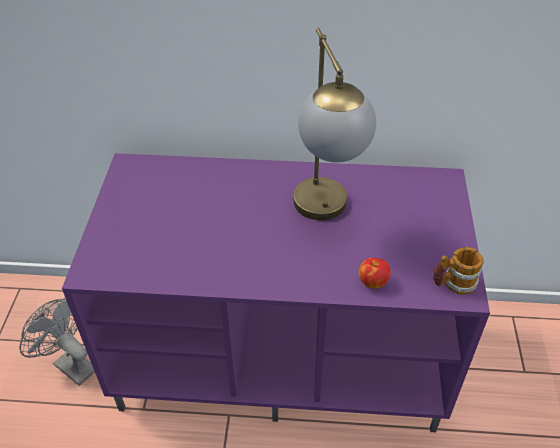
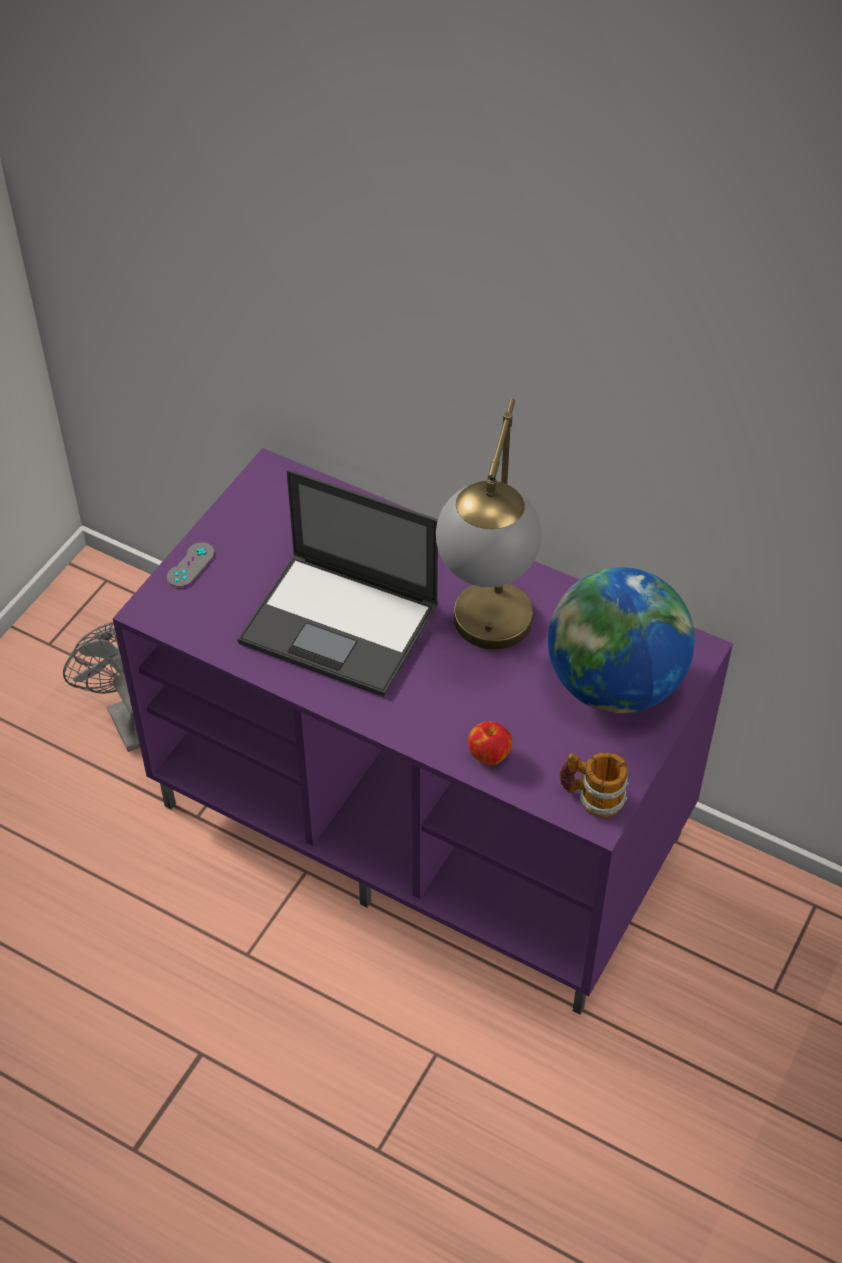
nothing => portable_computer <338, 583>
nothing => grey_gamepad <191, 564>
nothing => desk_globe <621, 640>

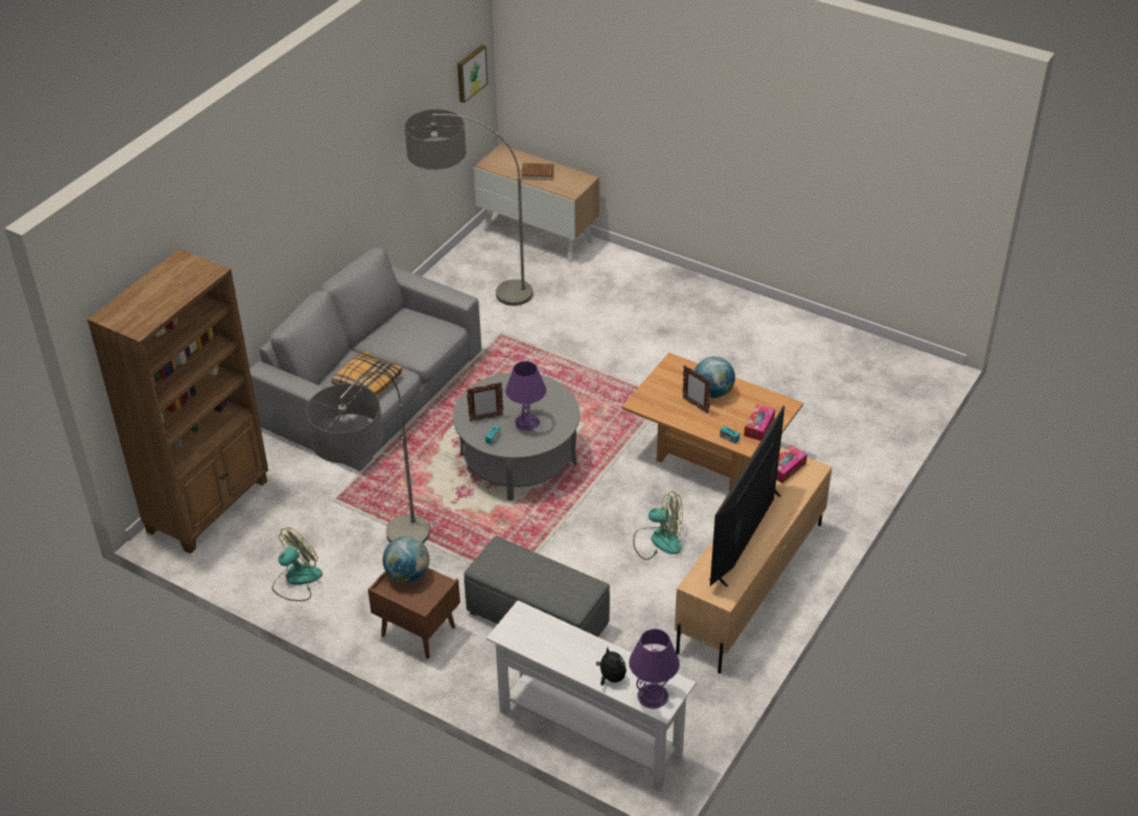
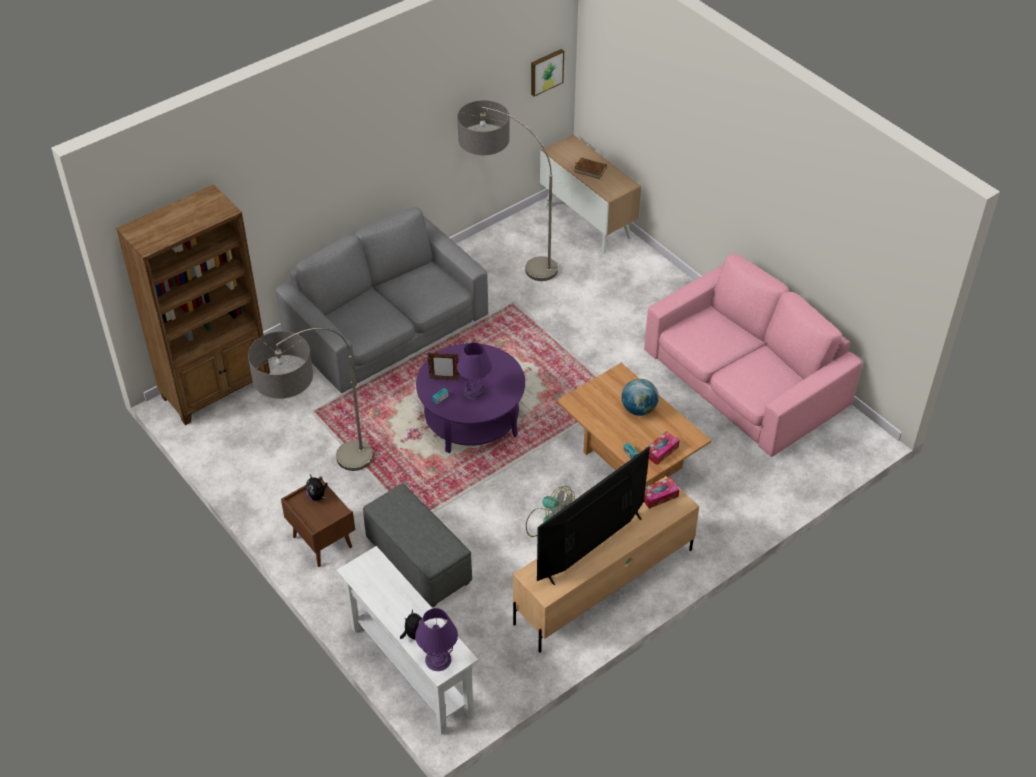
pillow <366, 373> => nothing
photo_frame <696, 389> => nothing
grey_low_table <516, 436> => purplish_low_table <470, 398>
cooling_fan <297, 564> => nothing
desk_globe <406, 559> => cuddly_toy <316, 487>
nothing => pinkish_sofa <753, 355>

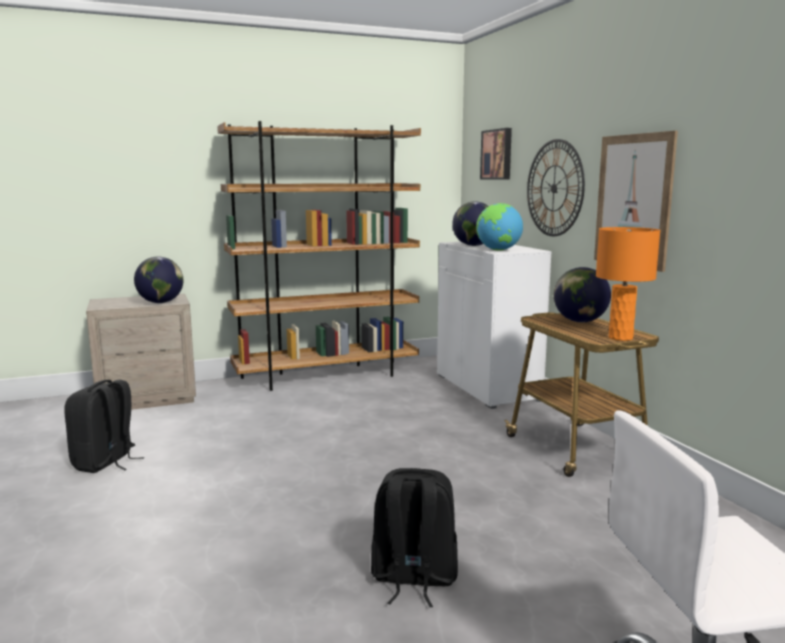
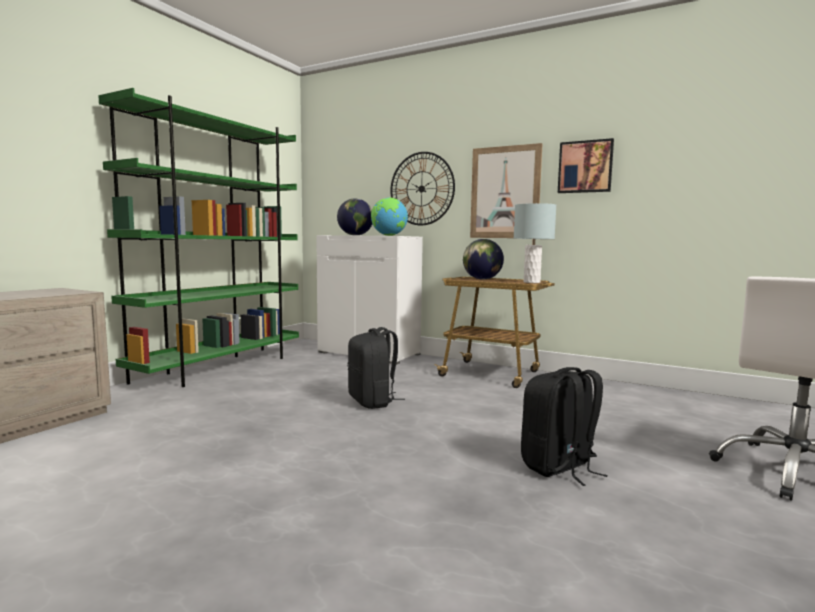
brownish_bookcase <319, 256> => greenish_bookcase <198, 237>
wall_art <496, 154> => wall_art <586, 165>, moved
orange_table_lamp <628, 284> => grey_table_lamp <535, 243>
desk_globe <158, 280> => nothing
black-coloured_backpack <104, 426> => black-coloured_backpack <376, 368>, moved

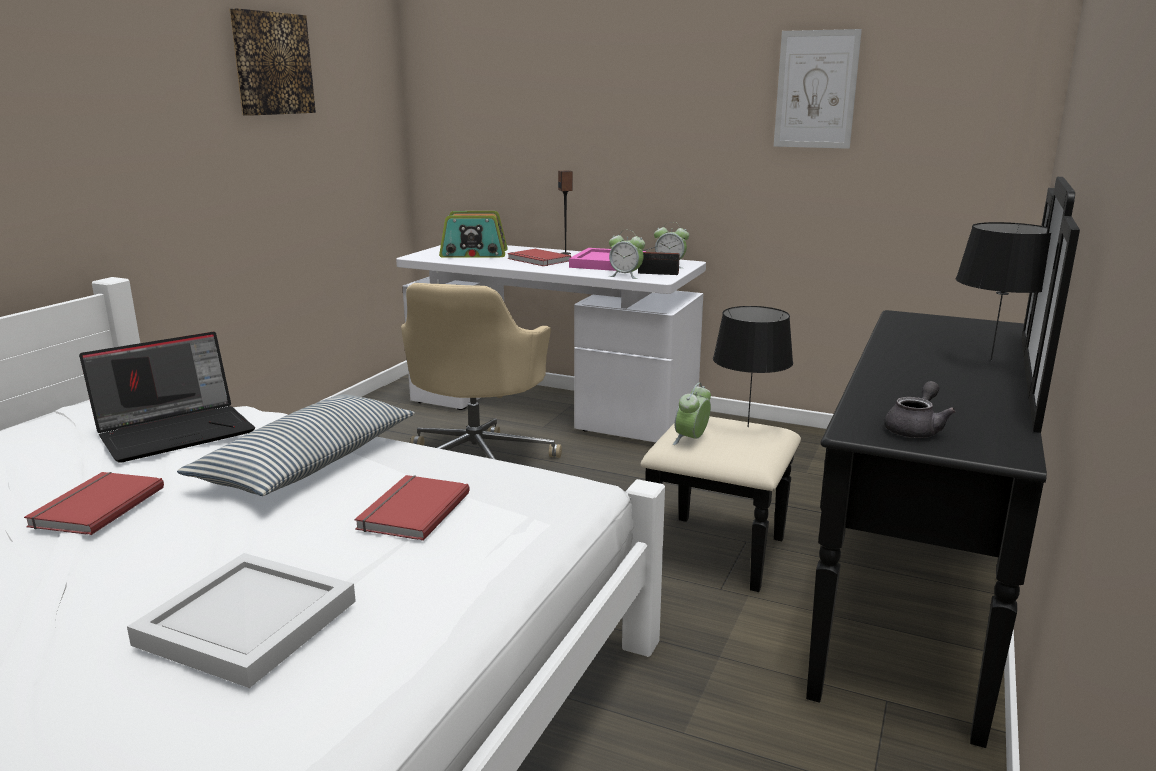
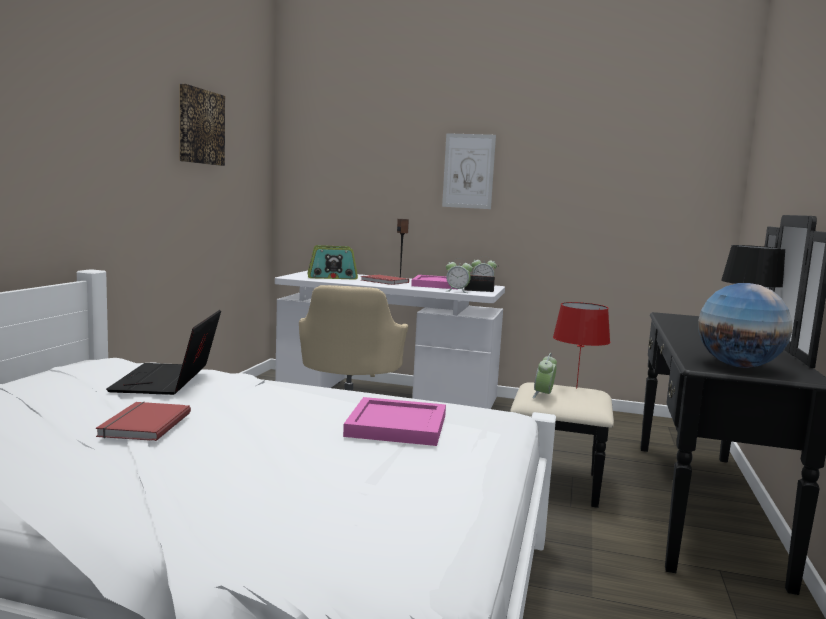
wall_art <818, 89> => wall_art <469, 171>, moved
black-coloured_table_lamp <753, 366> => red_table_lamp <581, 345>
portable_computer <167, 397> => portable_computer <163, 352>, 135 degrees clockwise
grey_pot_for_tea <920, 409> => desk_globe <745, 325>
pillow <296, 445> => nothing
red_book <412, 508> => pinkish_tray <394, 421>
white-coloured_tray <241, 620> => nothing

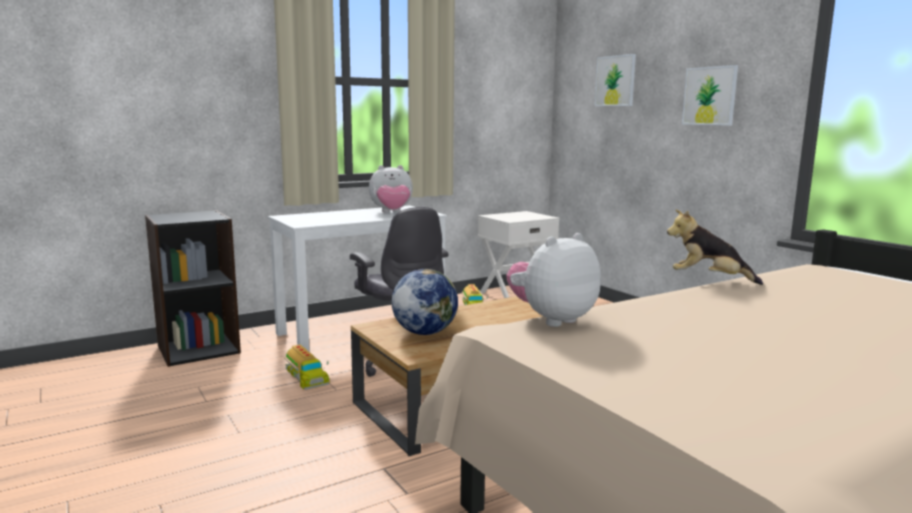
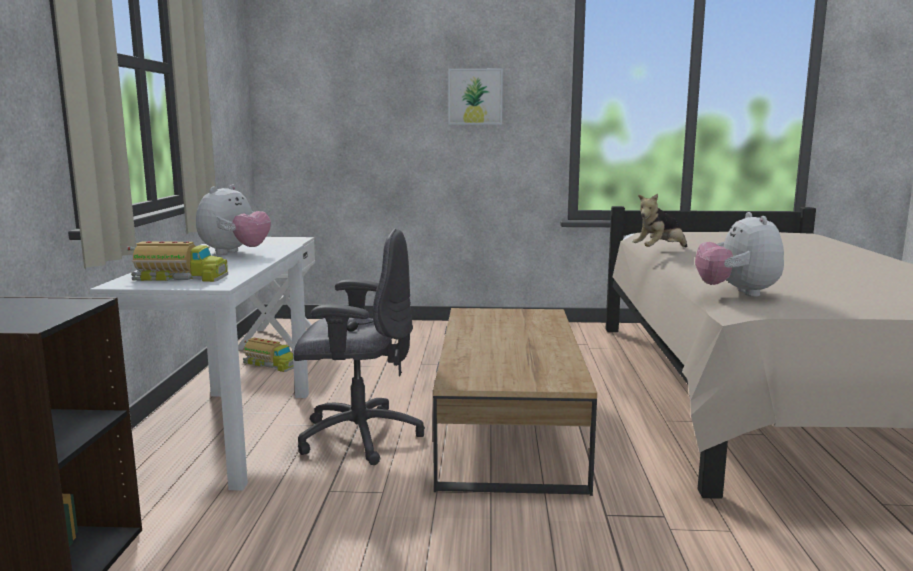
wall_art <615, 80> => nothing
desk_globe <425, 302> => nothing
toy_truck <306, 367> => toy_truck <177, 261>, moved

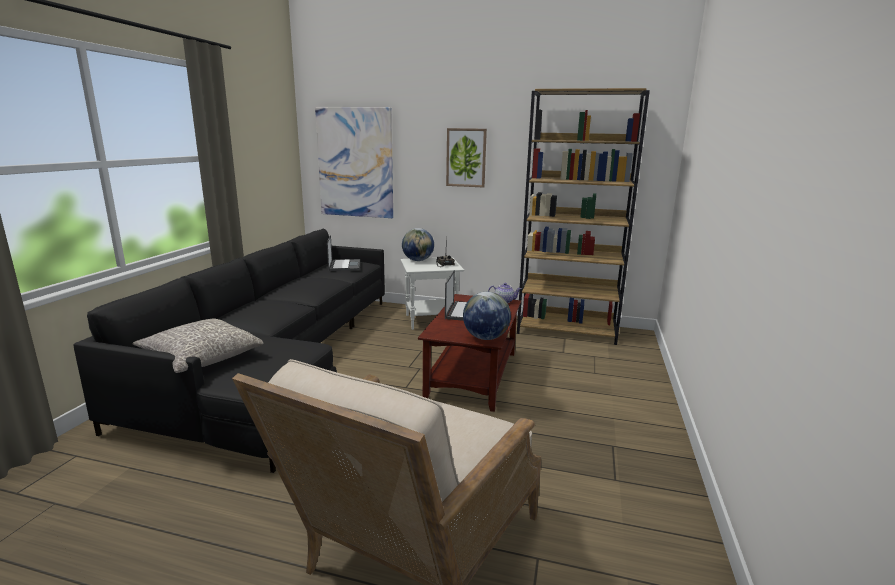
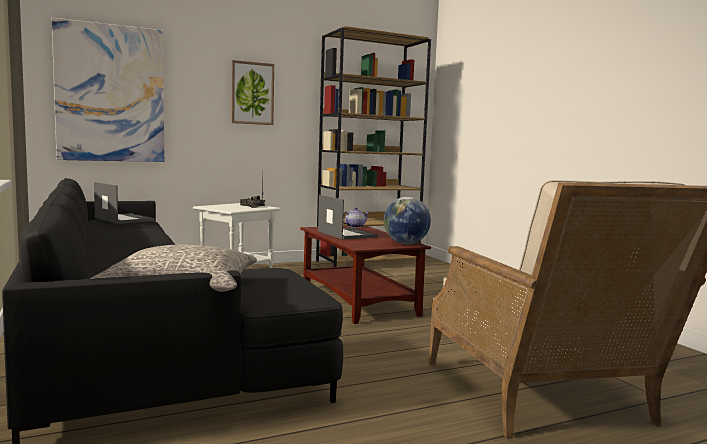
desk_globe <418, 244> => nothing

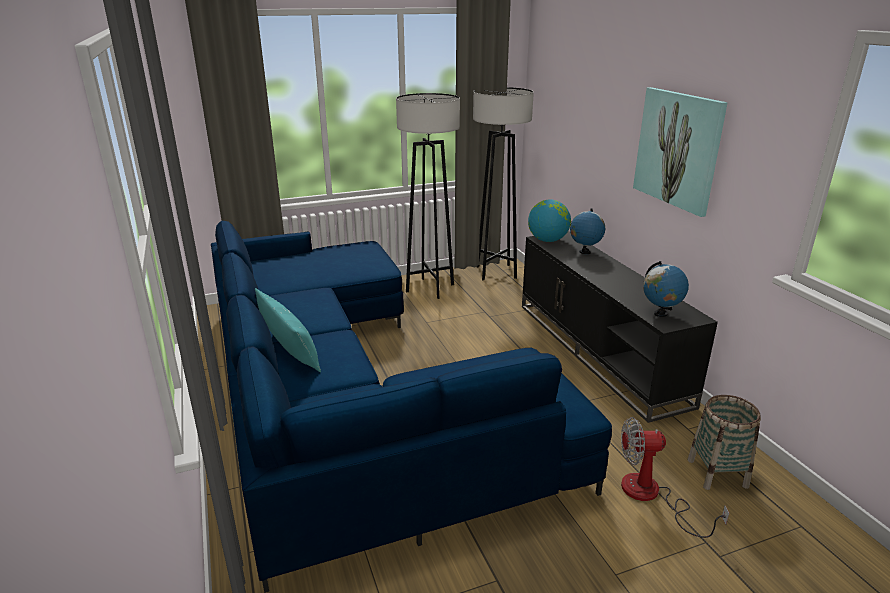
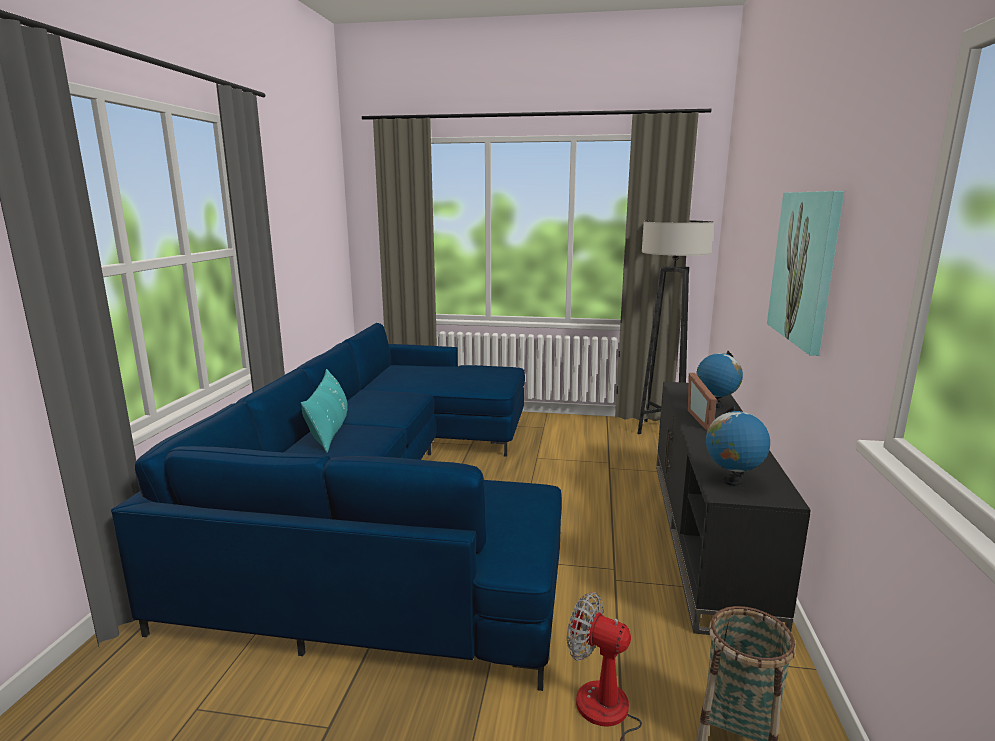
grey_standard_lamp <428, 196> => nothing
desk_globe <549, 220> => nothing
nothing => photo_frame <702, 401>

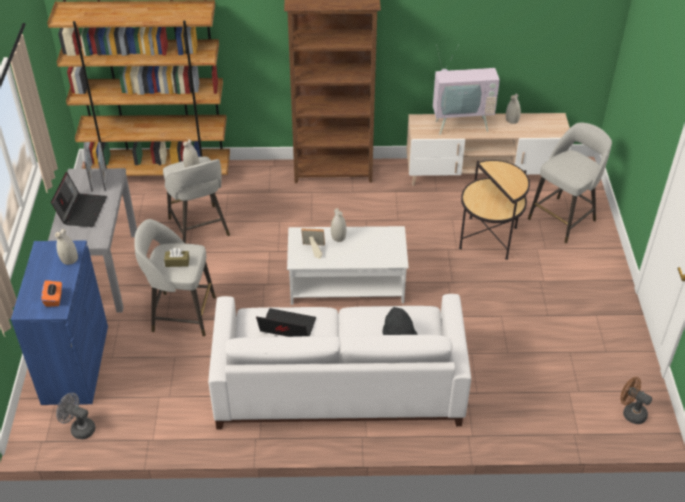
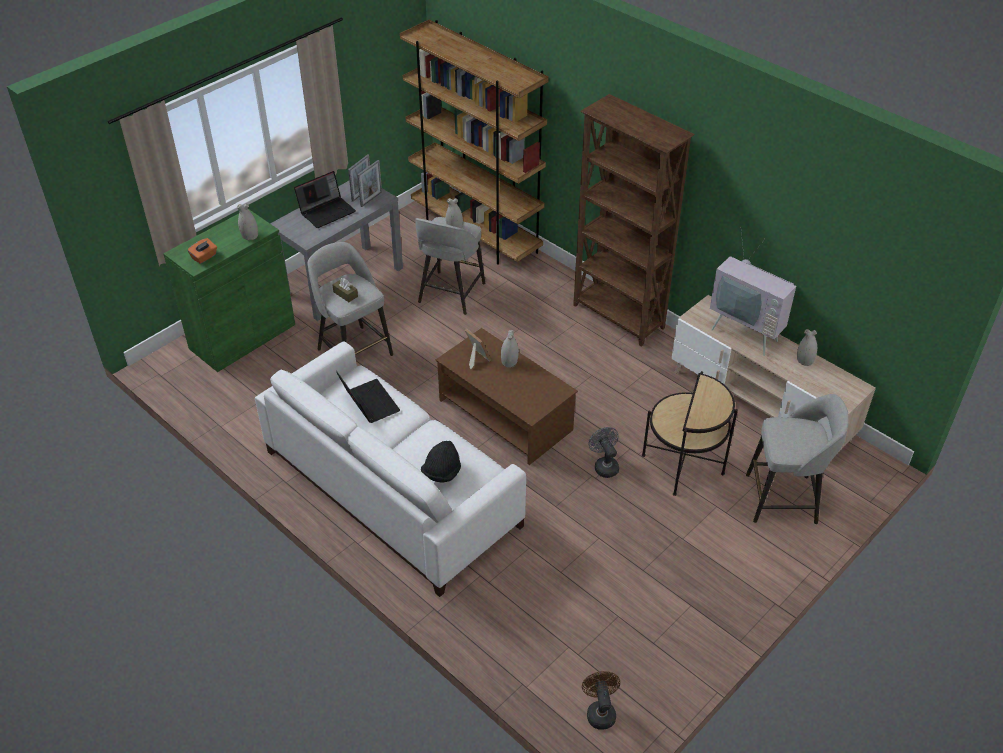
white-coloured_low_table <348, 265> => brownish_low_table <507, 396>
blue-coloured_cabinet <59, 323> => greenish_cabinet <229, 290>
grey_cooling_fan <76, 416> => grey_cooling_fan <604, 452>, moved

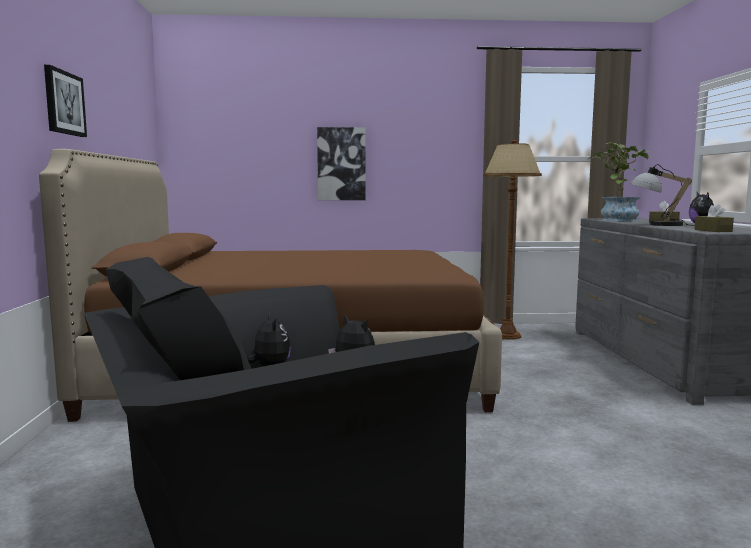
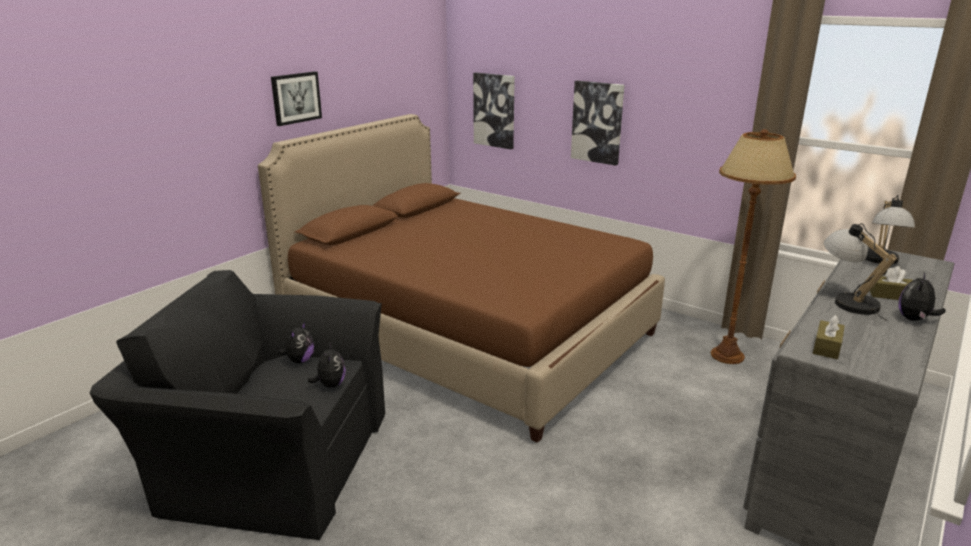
potted_plant <619, 182> => table_lamp <890, 229>
nothing => wall_art <494, 111>

